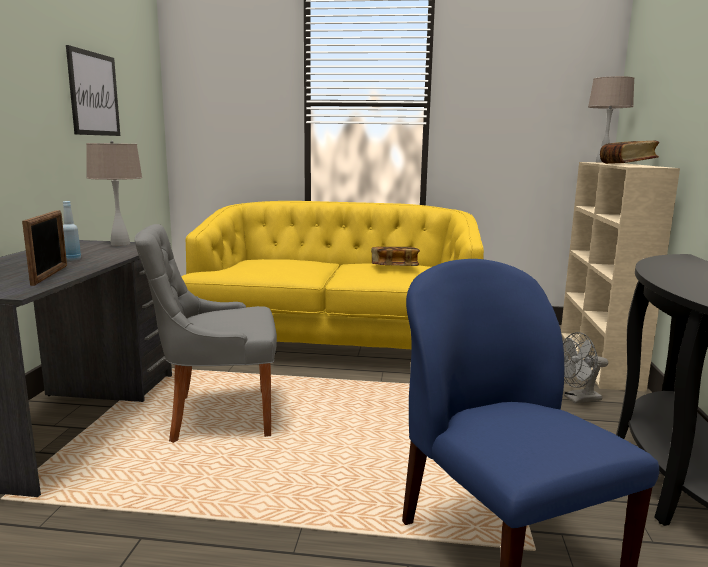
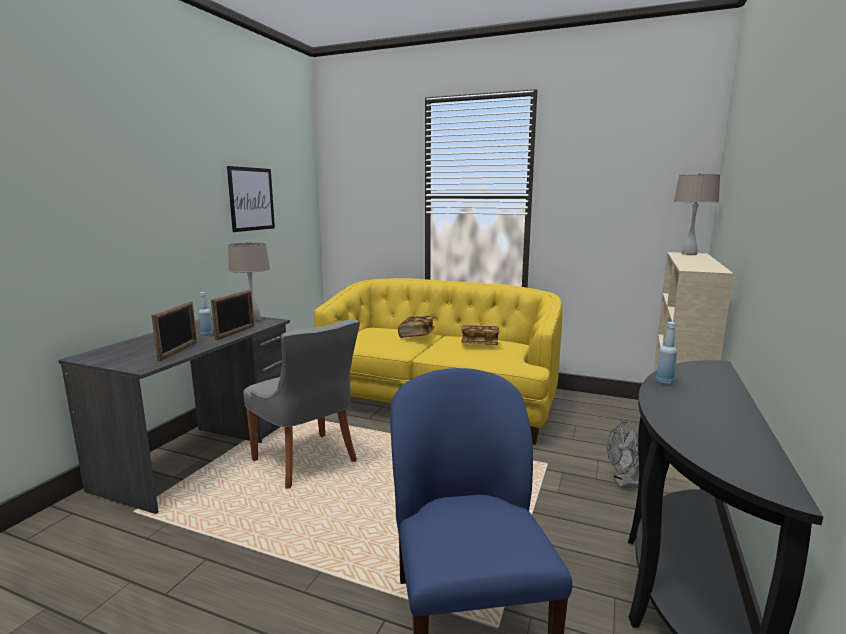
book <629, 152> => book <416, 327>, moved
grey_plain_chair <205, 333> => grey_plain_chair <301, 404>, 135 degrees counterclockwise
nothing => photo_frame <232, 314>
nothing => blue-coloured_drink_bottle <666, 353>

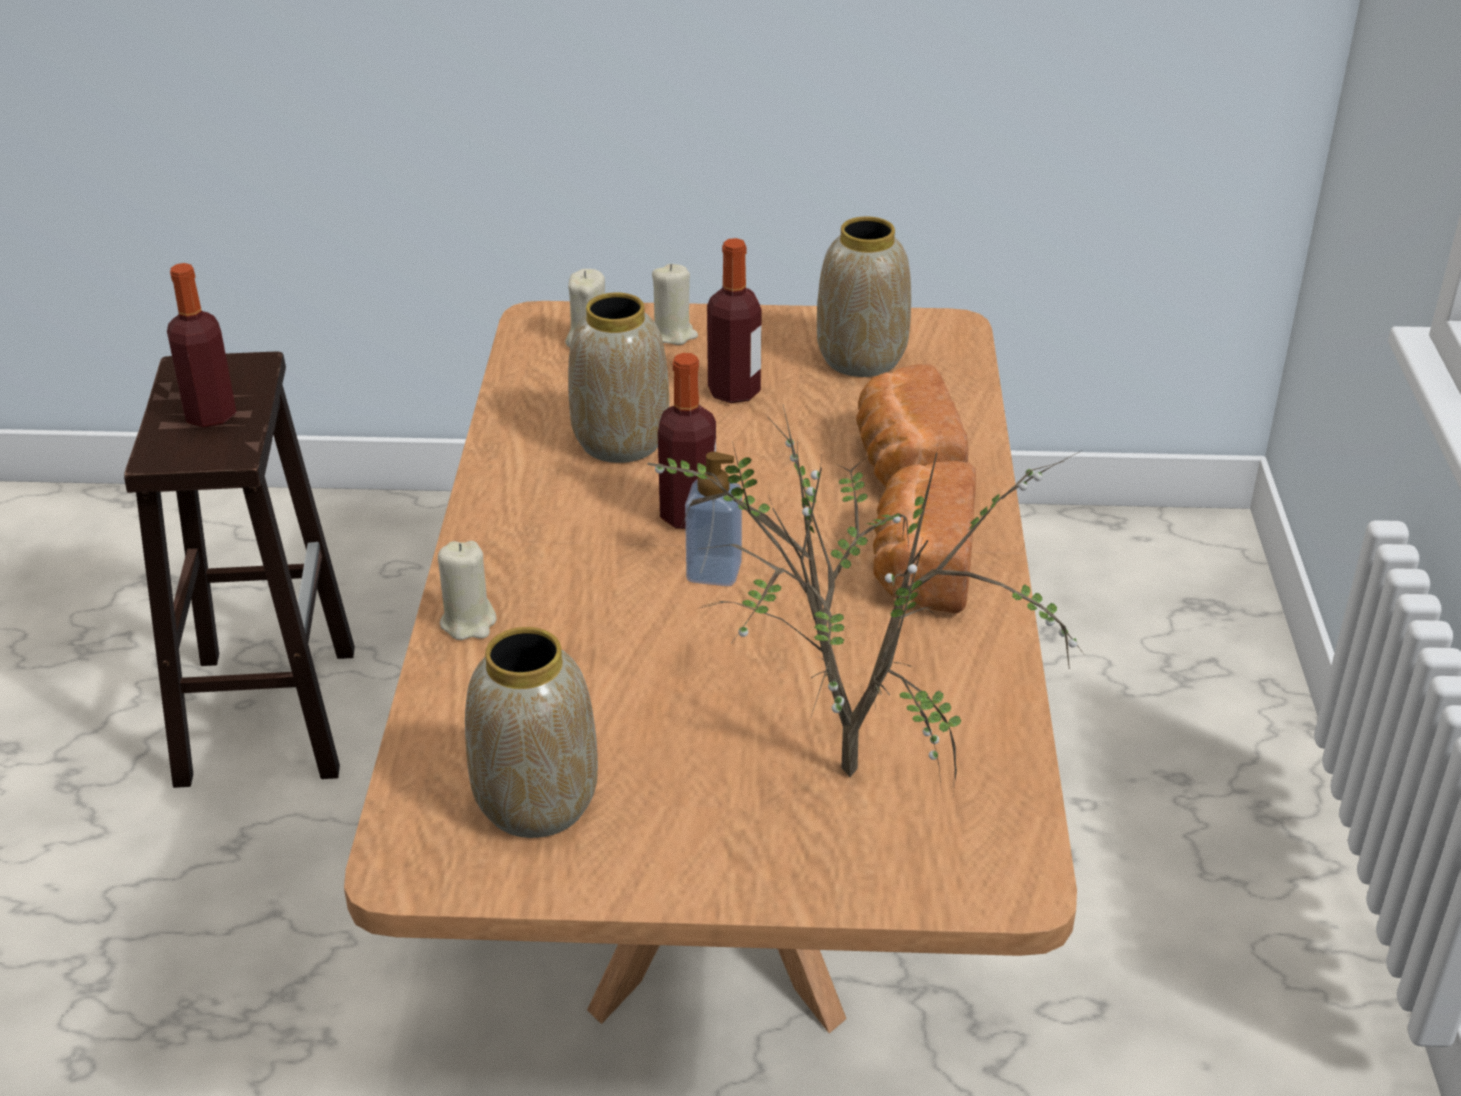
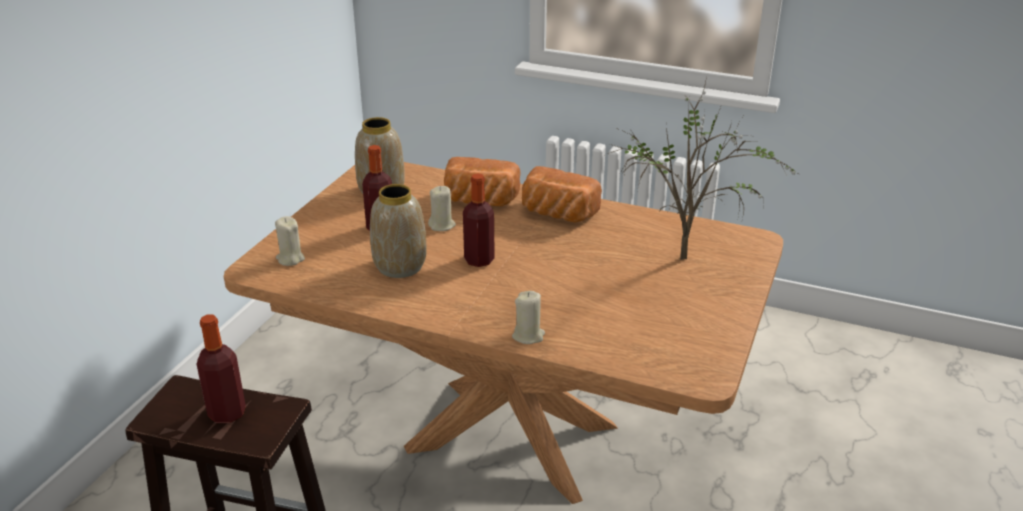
beige_candle <675, 304> => beige_candle <442, 208>, moved
soap_dispenser <713, 519> => nothing
decorative_vase <531, 732> => nothing

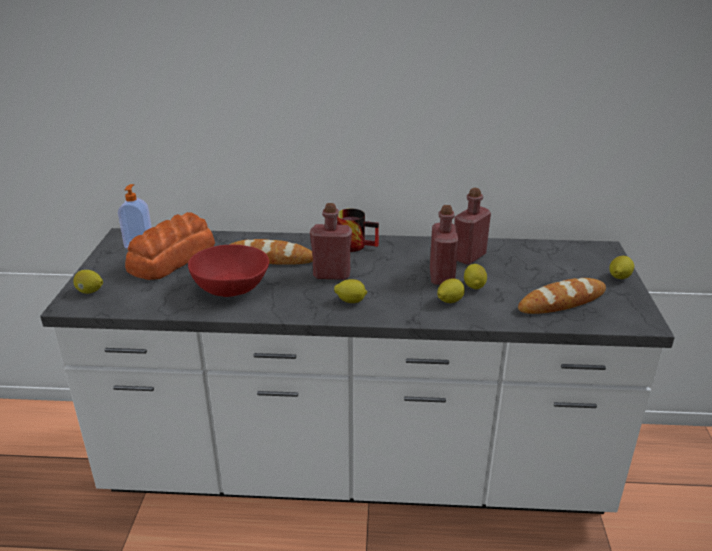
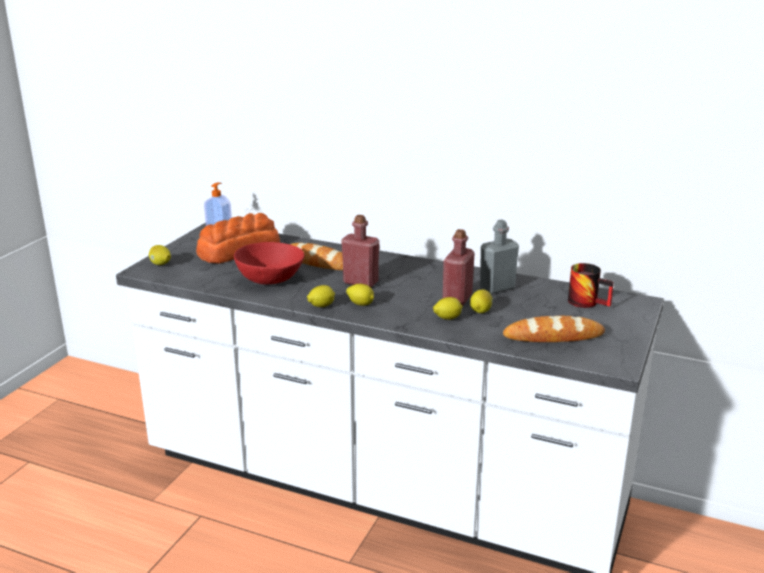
red_drink_bottle <472, 226> => grey_drink_bottle <499, 257>
tea_mug <358, 230> => tea_mug <591, 285>, moved
citrus_fruit <621, 267> => citrus_fruit <321, 296>, moved

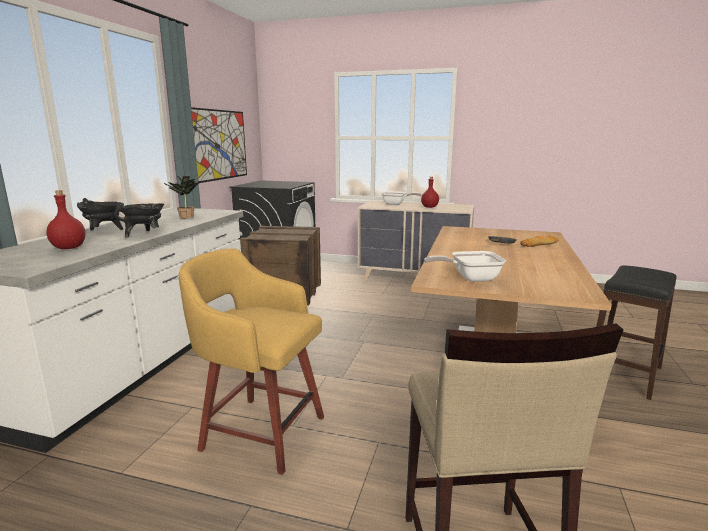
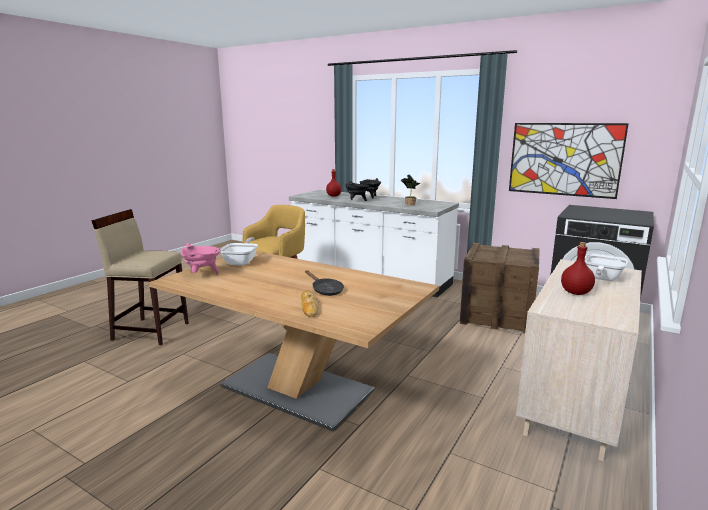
black-coloured_stool_seat <636, 332> => nothing
nothing => pinkish_saucepot <201, 258>

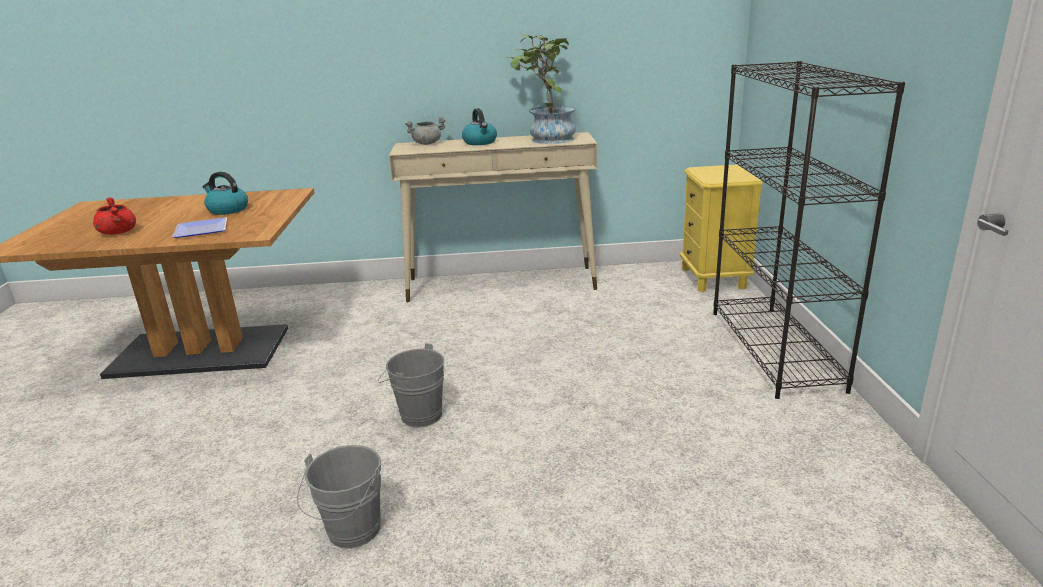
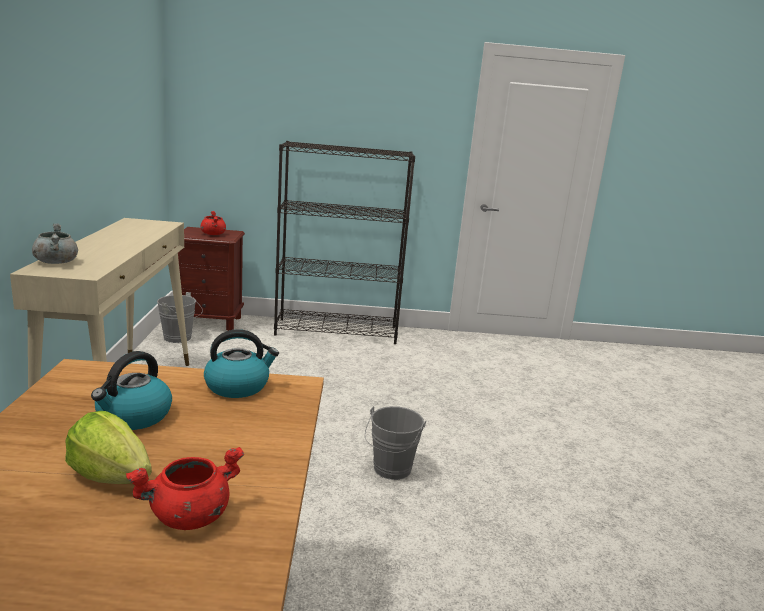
potted_plant <540, 89> => nothing
tea_kettle <479, 126> => tea_kettle <241, 363>, moved
yellow_night_table <721, 228> => brownish_night_table <211, 279>
plate <199, 227> => nothing
grey_bucket <339, 497> => grey_bucket <180, 317>, moved
nothing => red_saucepot <213, 223>
nothing => lettuce <108, 447>

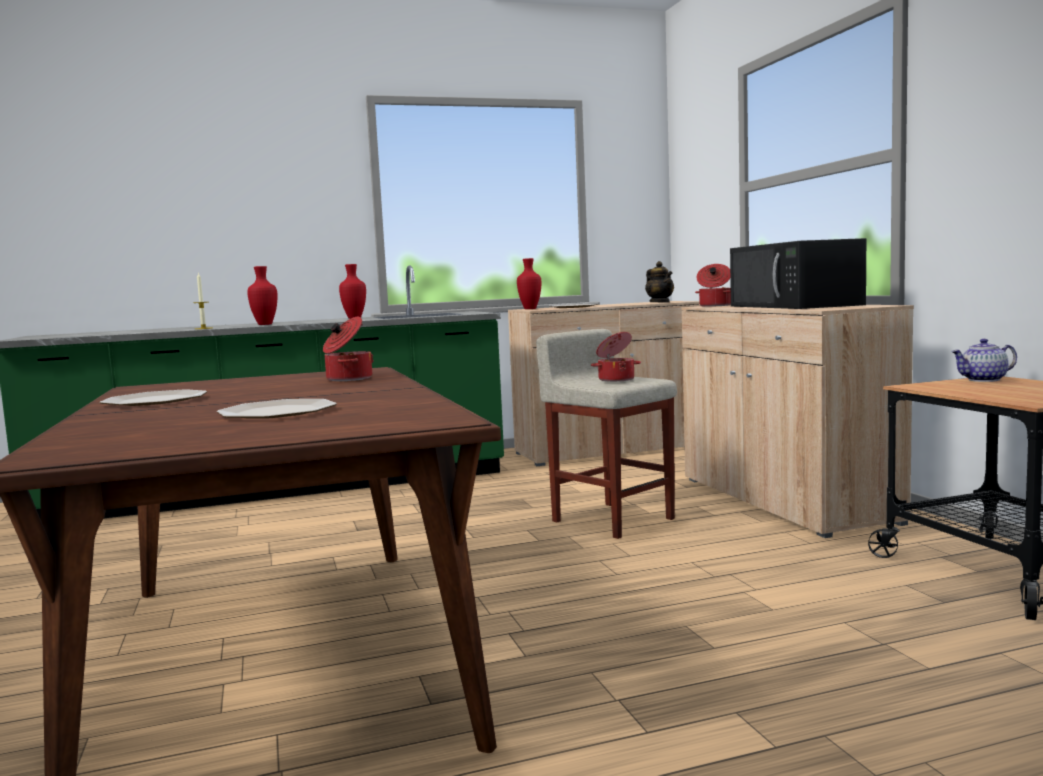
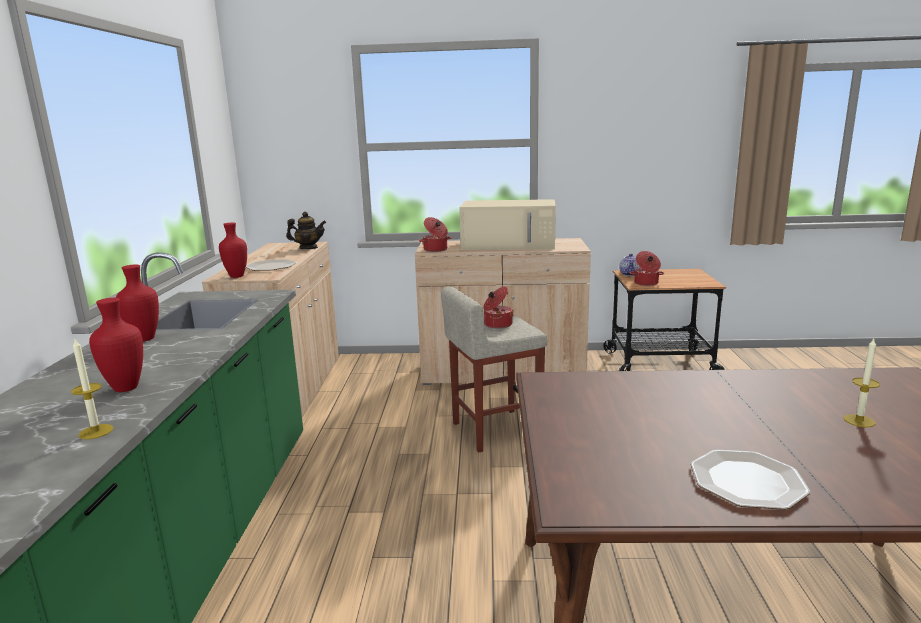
black-coloured_microwave_oven <798, 273> => beige_microwave_oven <507, 224>
saucepot <348, 349> => saucepot <647, 268>, moved
plate <277, 408> => candle <861, 383>

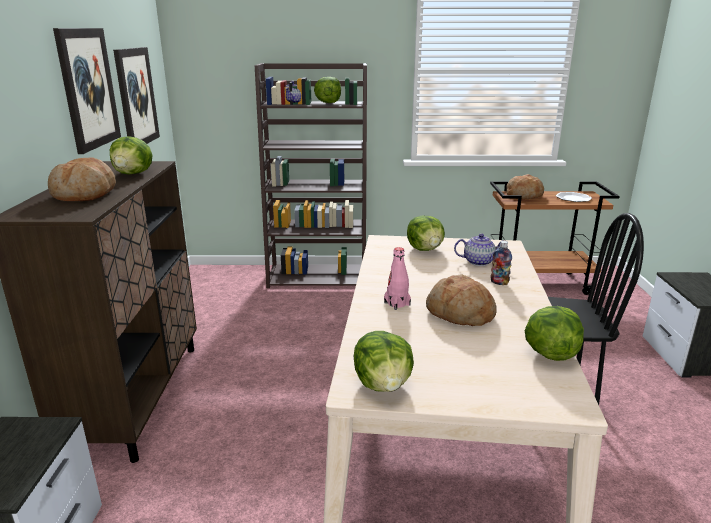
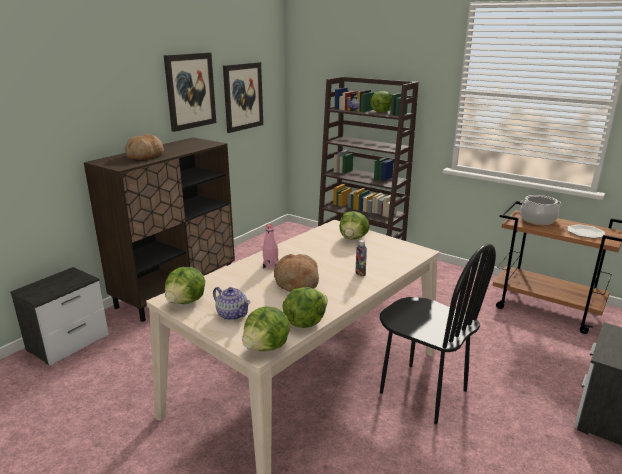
lettuce <131, 155> => lettuce <266, 328>, moved
bakery_bread <525, 187> => saucepot <541, 210>
pot_for_tea <479, 249> => pot_for_tea <232, 303>, moved

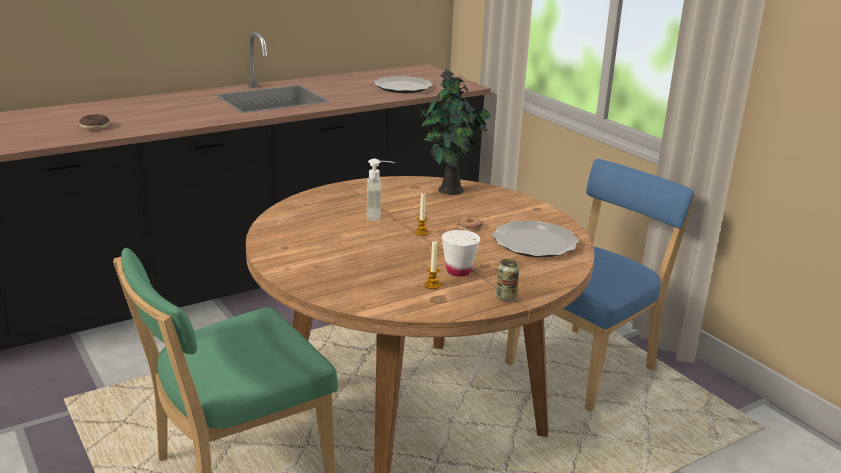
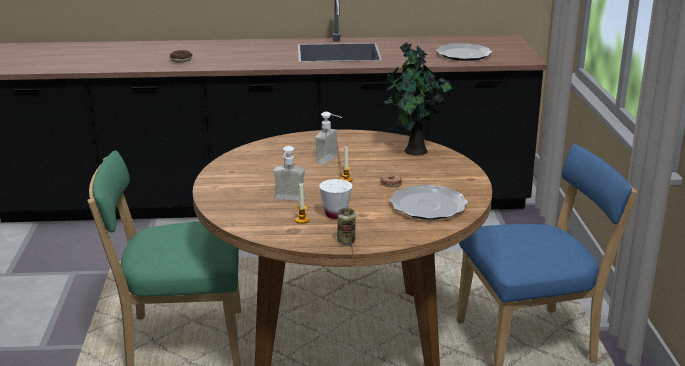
nothing => soap_dispenser <289, 173>

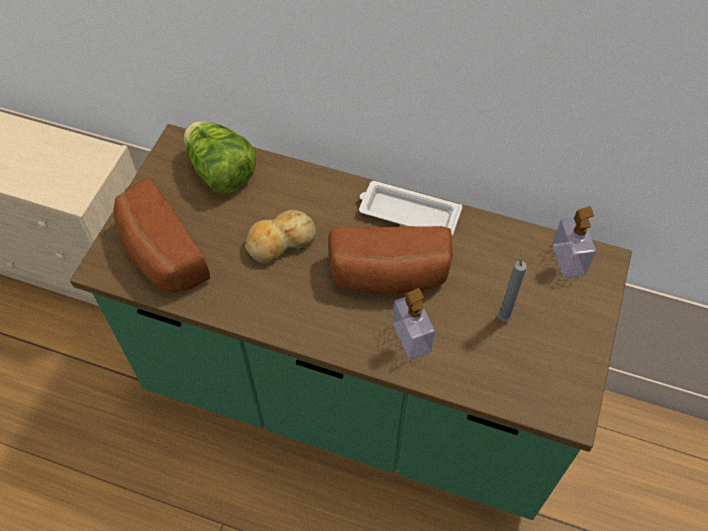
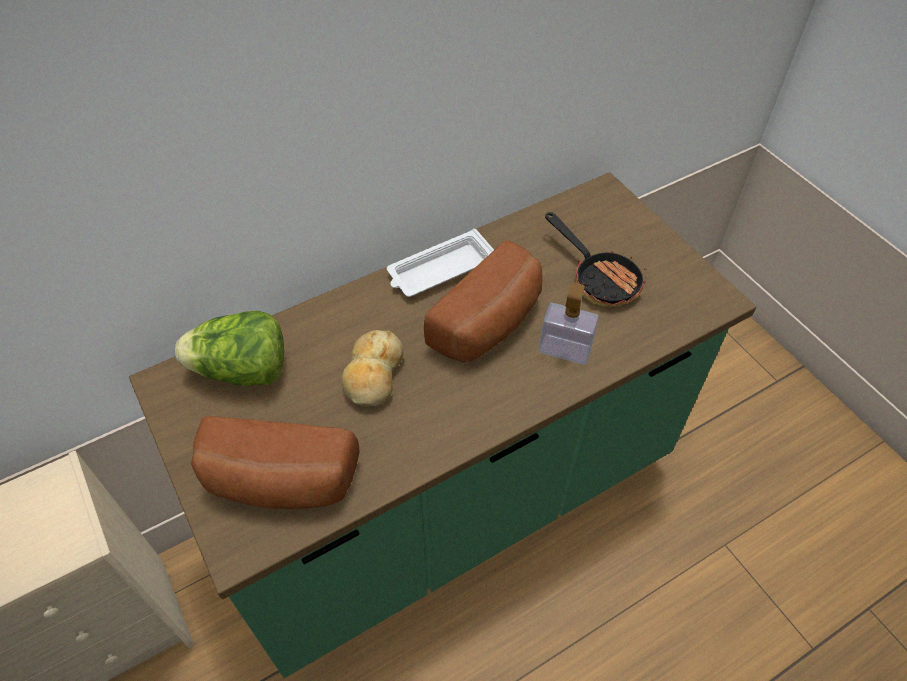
soap_dispenser <574, 242> => nothing
grey_candle <512, 285> => skillet <595, 259>

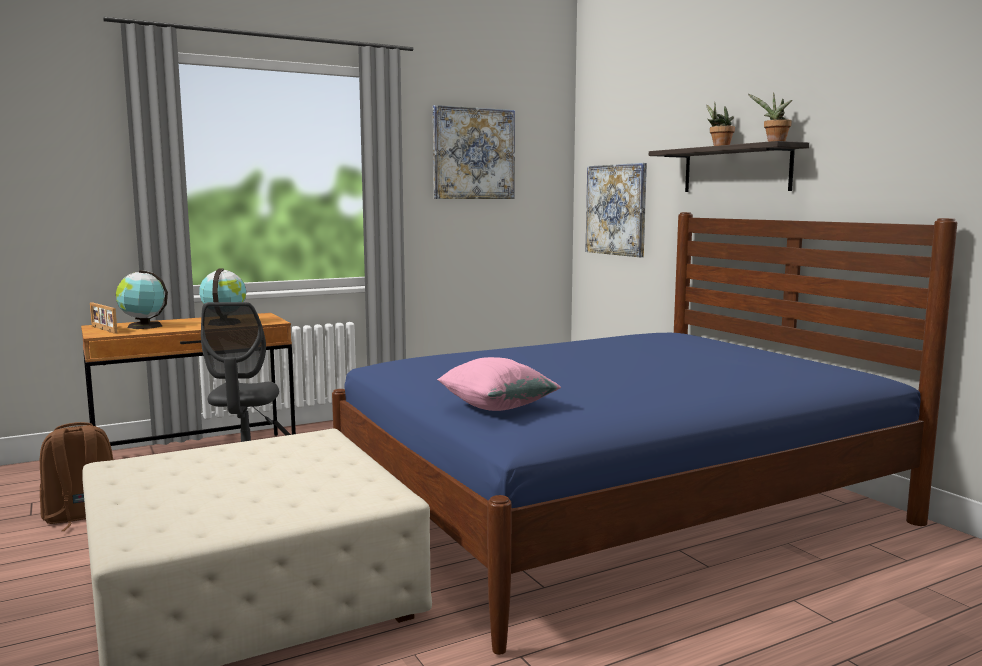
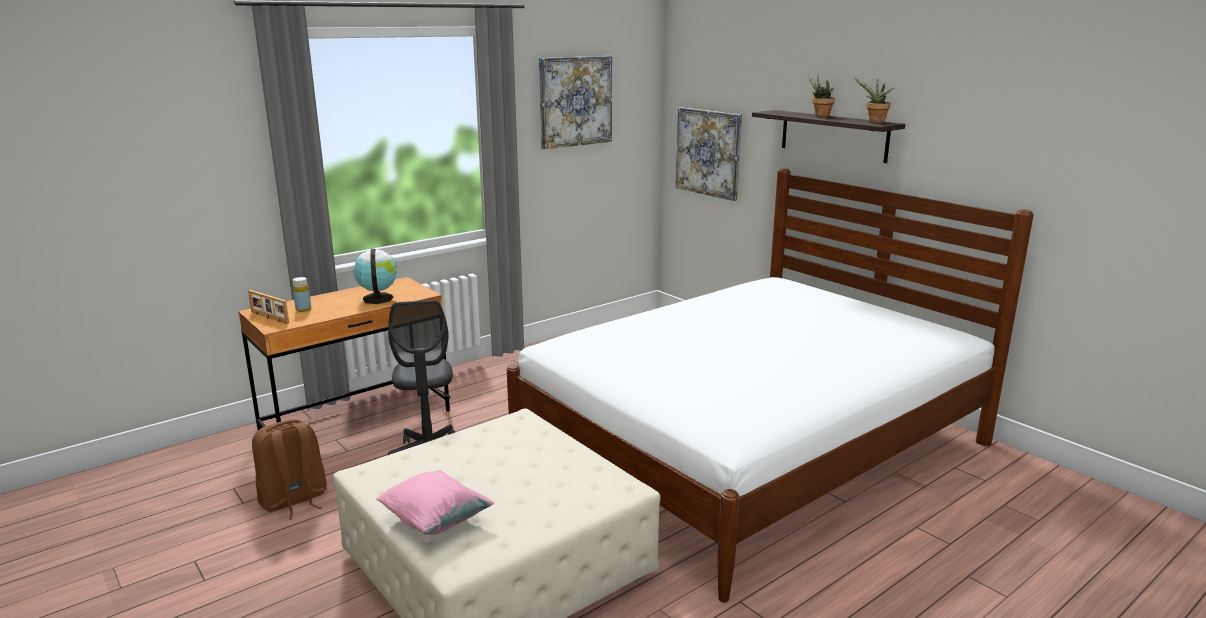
blue-coloured_bed <644, 433> => white-coloured_bed <770, 385>
desk_globe <142, 299> => yellow_drink_bottle <302, 294>
pinkish_pillow <499, 384> => pinkish_pillow <435, 502>, moved

